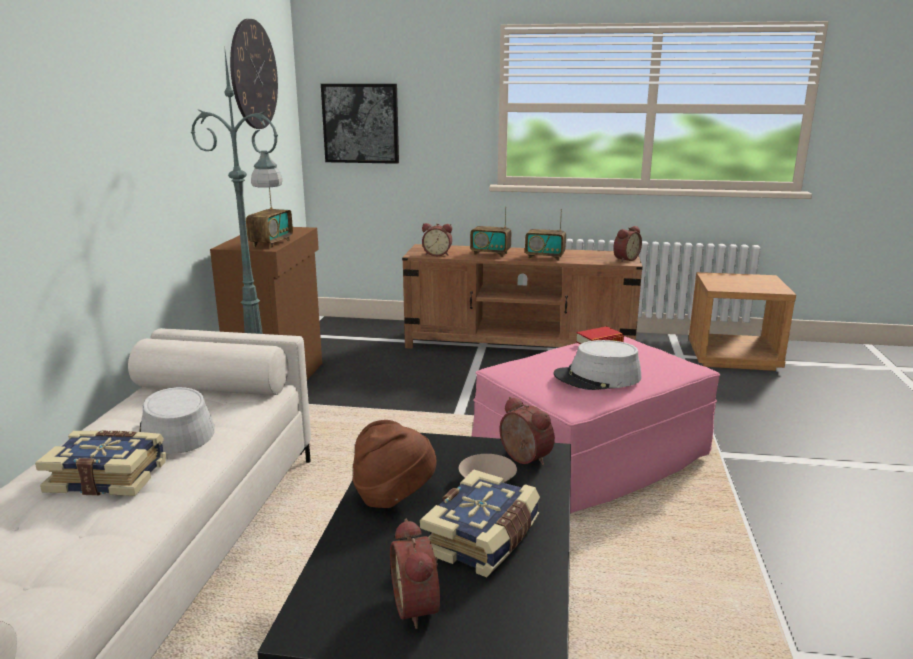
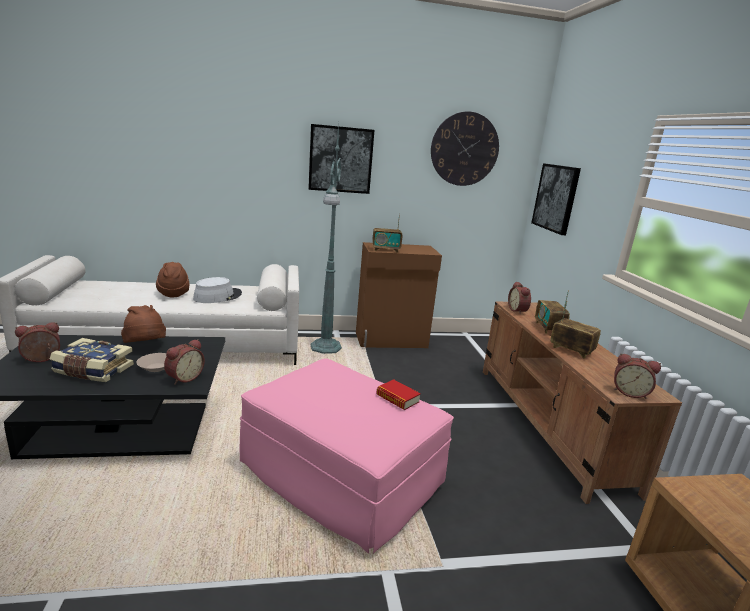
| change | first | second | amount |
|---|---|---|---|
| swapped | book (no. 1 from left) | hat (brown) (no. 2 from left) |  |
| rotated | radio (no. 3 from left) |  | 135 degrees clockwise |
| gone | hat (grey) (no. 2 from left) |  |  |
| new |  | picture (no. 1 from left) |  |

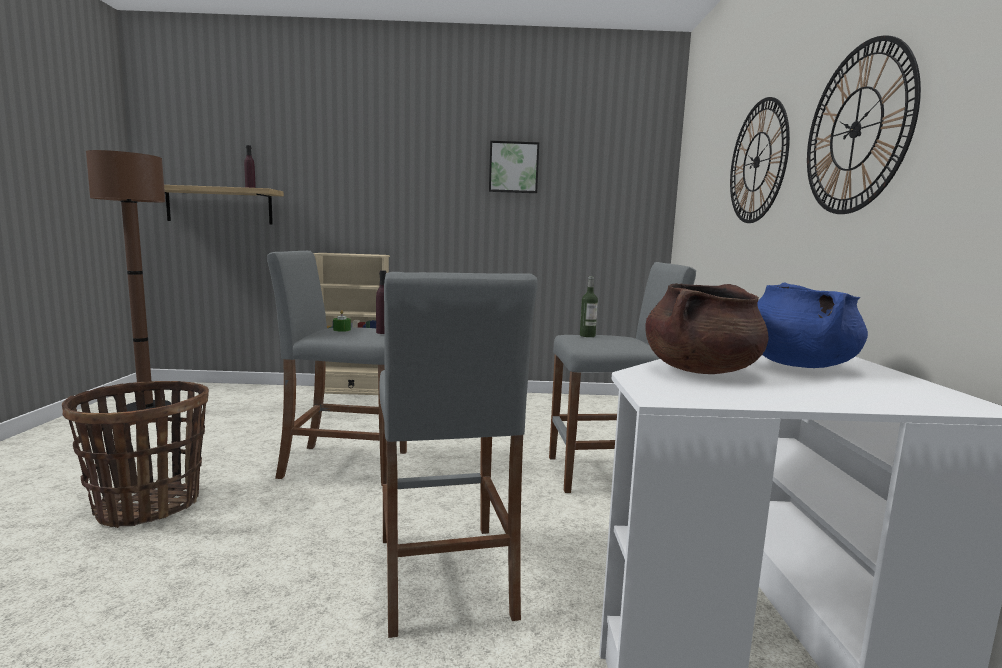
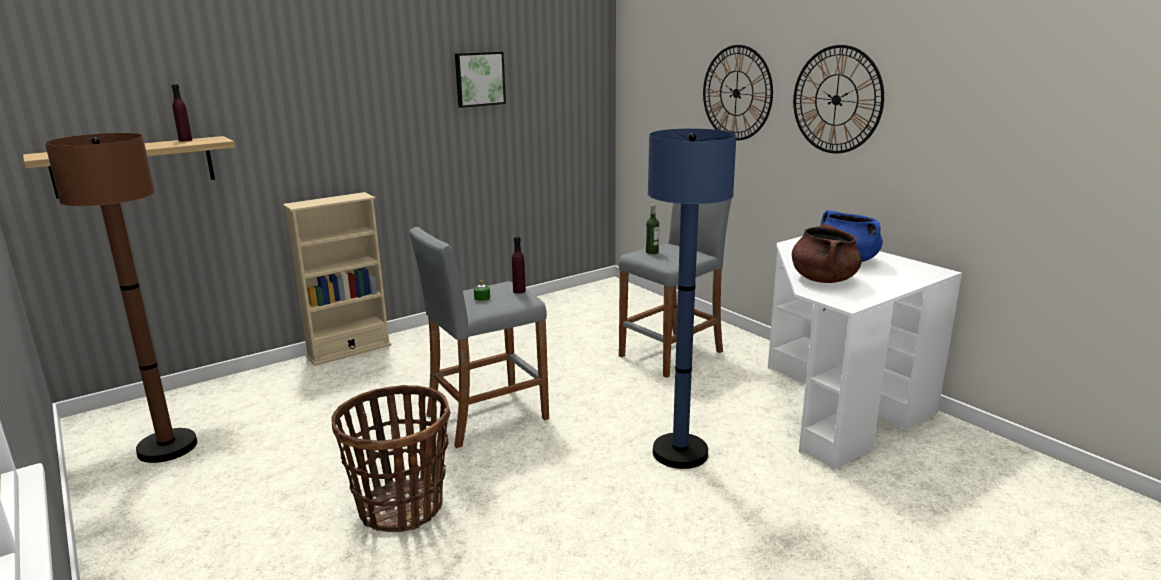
| change | first | second | amount |
|---|---|---|---|
| swapped | stool (grey) (no. 2 from left) | floor lamp (blue) |  |

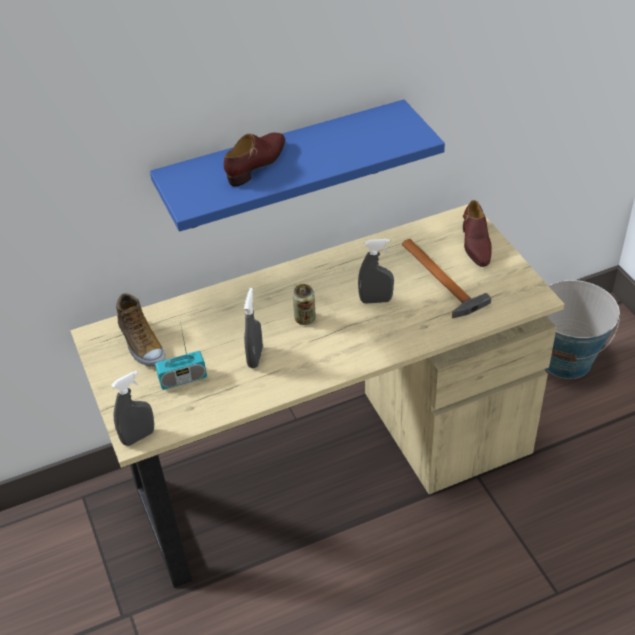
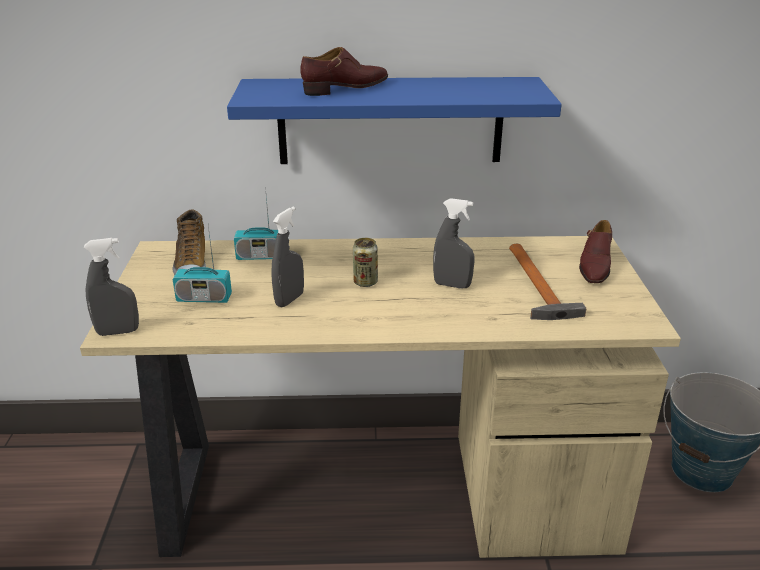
| change | first | second | amount |
|---|---|---|---|
| new |  | radio (no. 2 from left) |  |

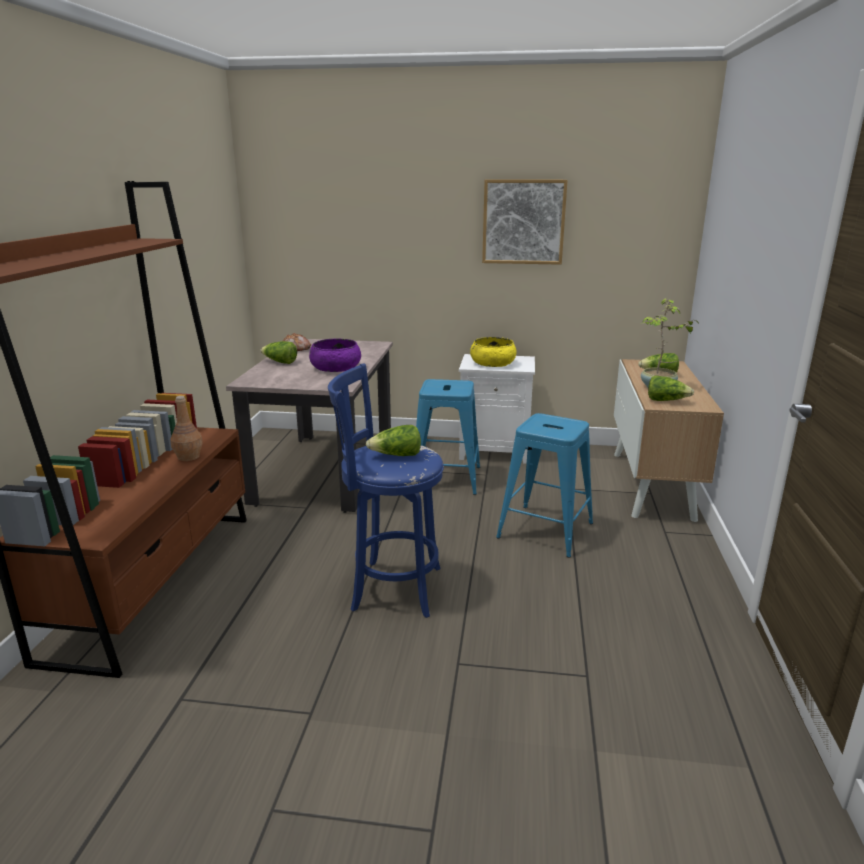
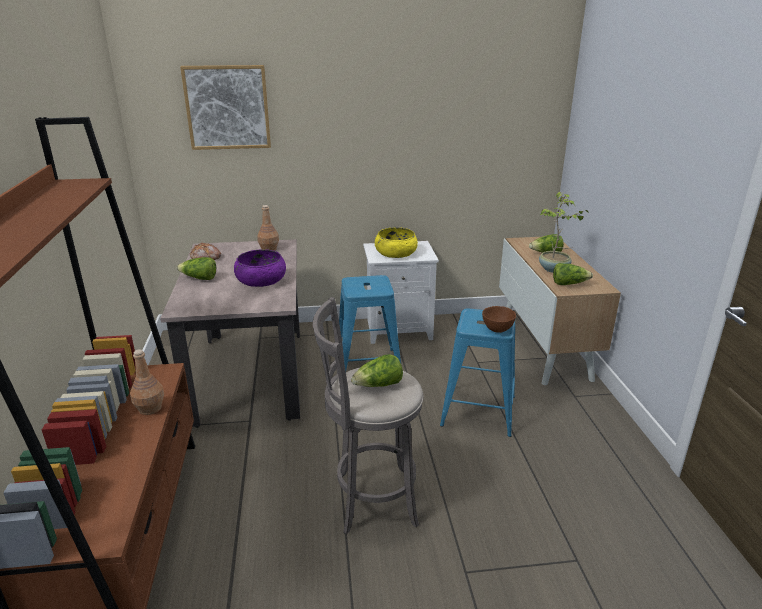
| change | first | second | amount |
|---|---|---|---|
| repainted | stool (blue) (no. 1 from left) | stool (grey) |  |
| shifted | picture |  |  |
| new |  | bottle (brown) (no. 2 from left) |  |
| new |  | bowl (brown) |  |

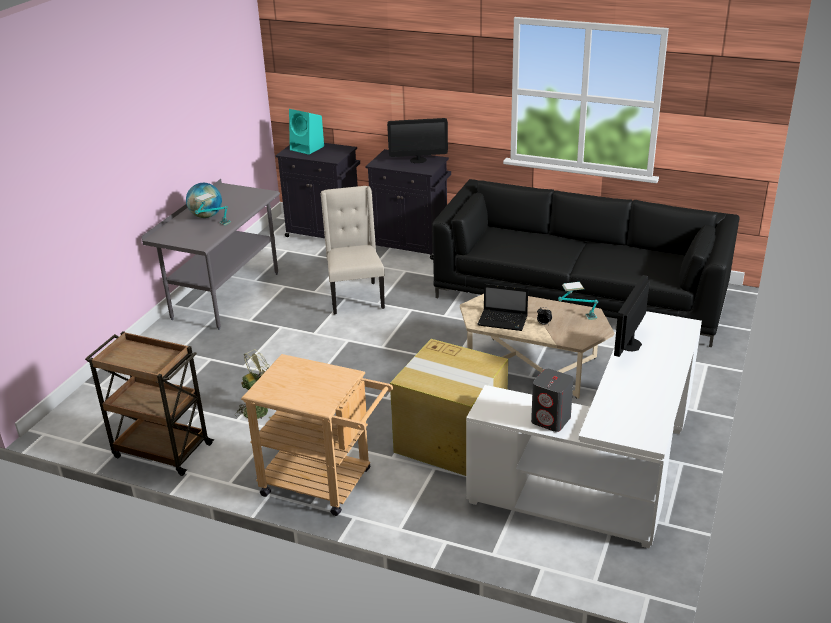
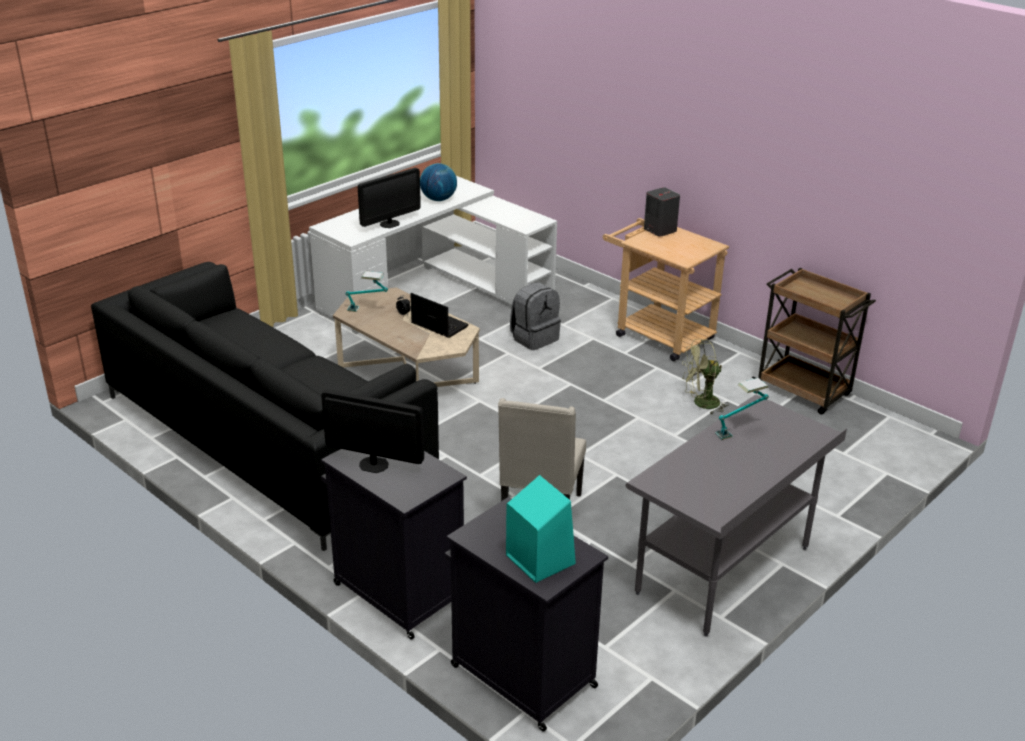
| change | first | second | amount |
|---|---|---|---|
| shifted | globe |  |  |
| swapped | cardboard box | backpack (grey) |  |
| shifted | speaker (grey) |  |  |

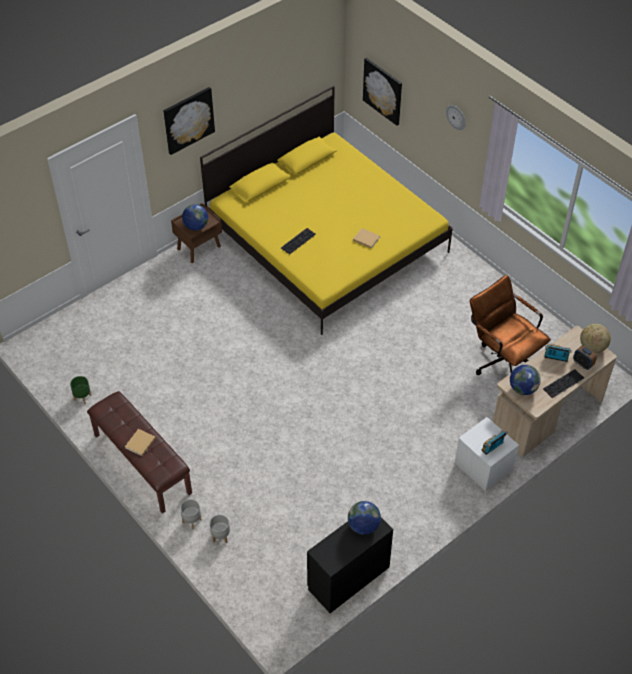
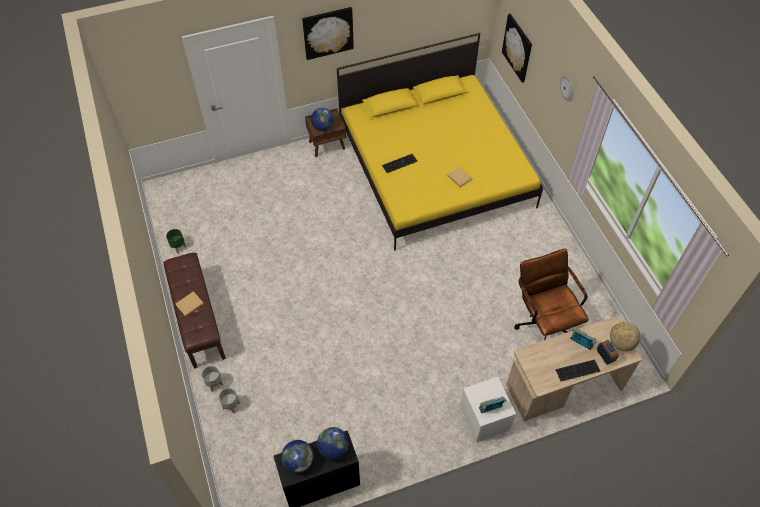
| change | first | second | amount |
|---|---|---|---|
| shifted | globe (no. 3 from left in the first image) | globe (no. 1 from left) |  |

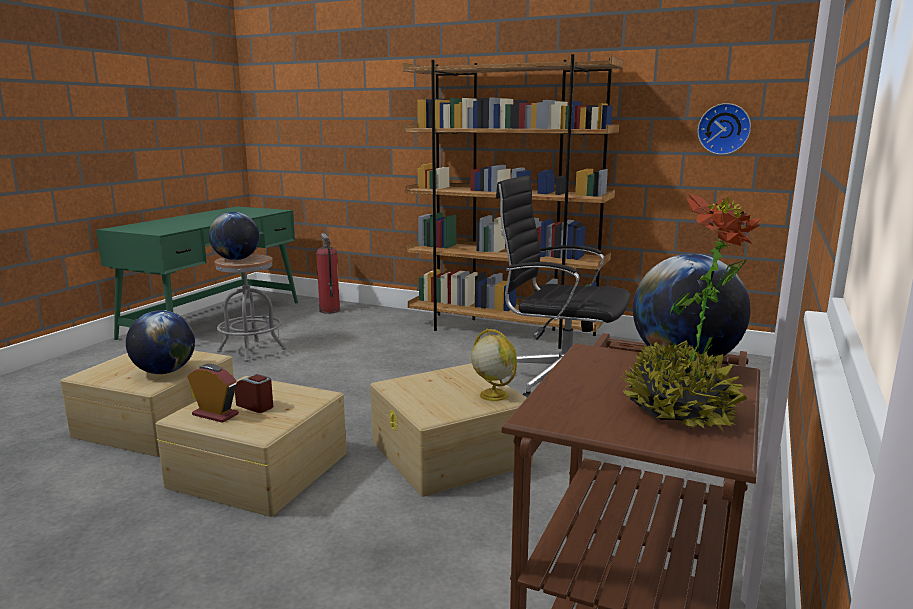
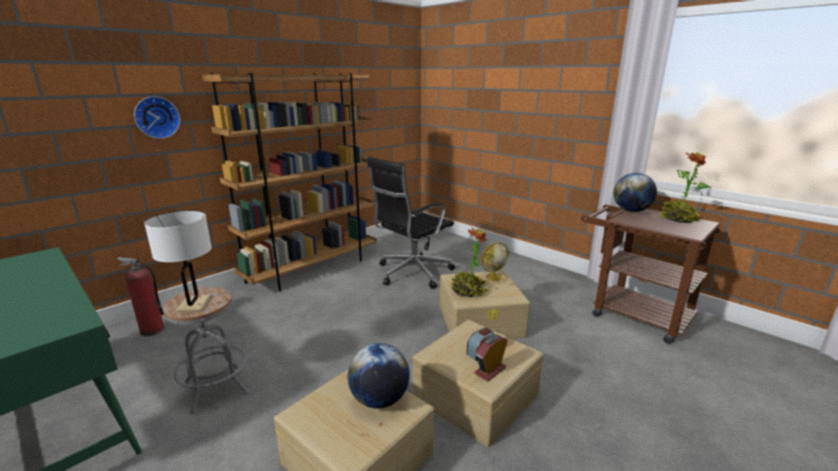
| change | first | second | amount |
|---|---|---|---|
| swapped | globe (no. 2 from left) | table lamp (white) |  |
| shifted | wall clock |  |  |
| new |  | potted plant (no. 1 from left) |  |

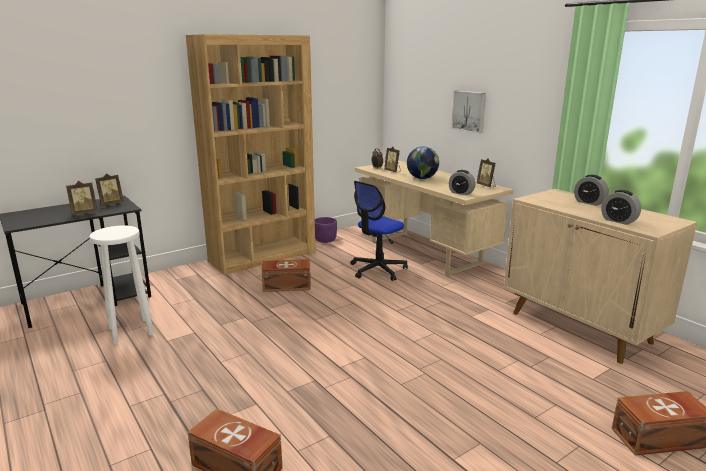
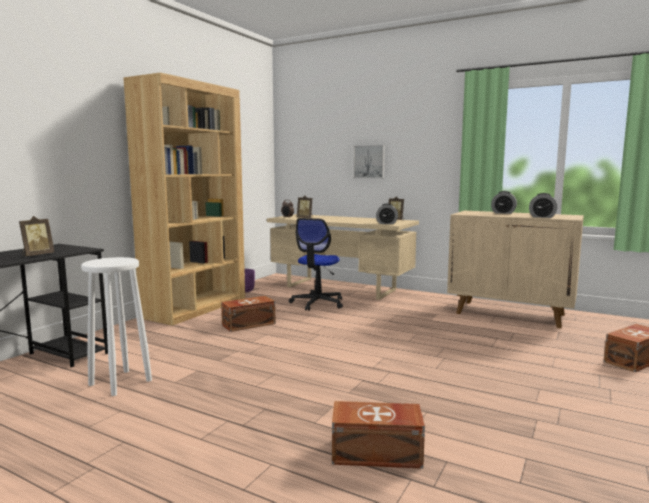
| change | first | second | amount |
|---|---|---|---|
| gone | picture frame (no. 2 from left) |  |  |
| gone | globe |  |  |

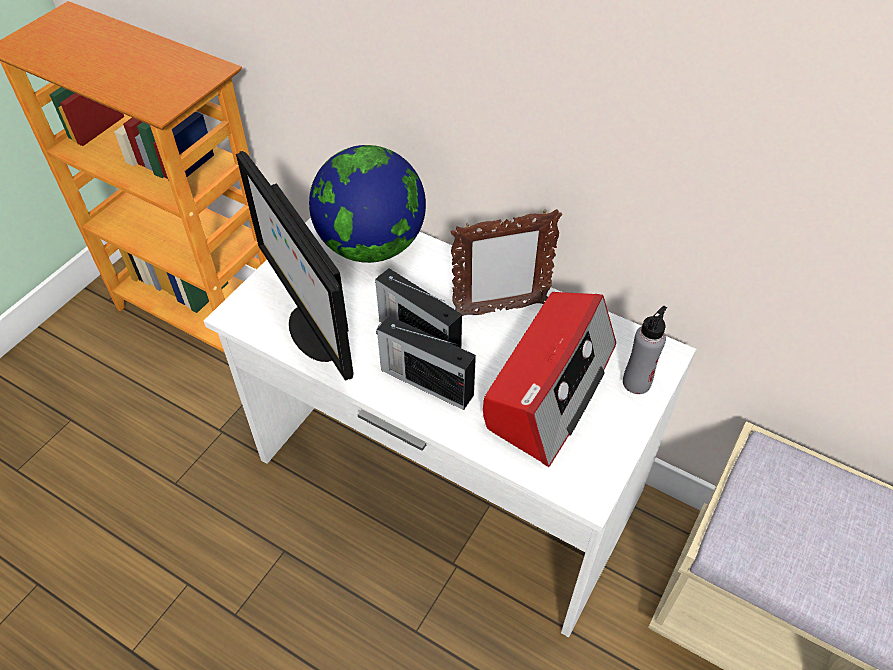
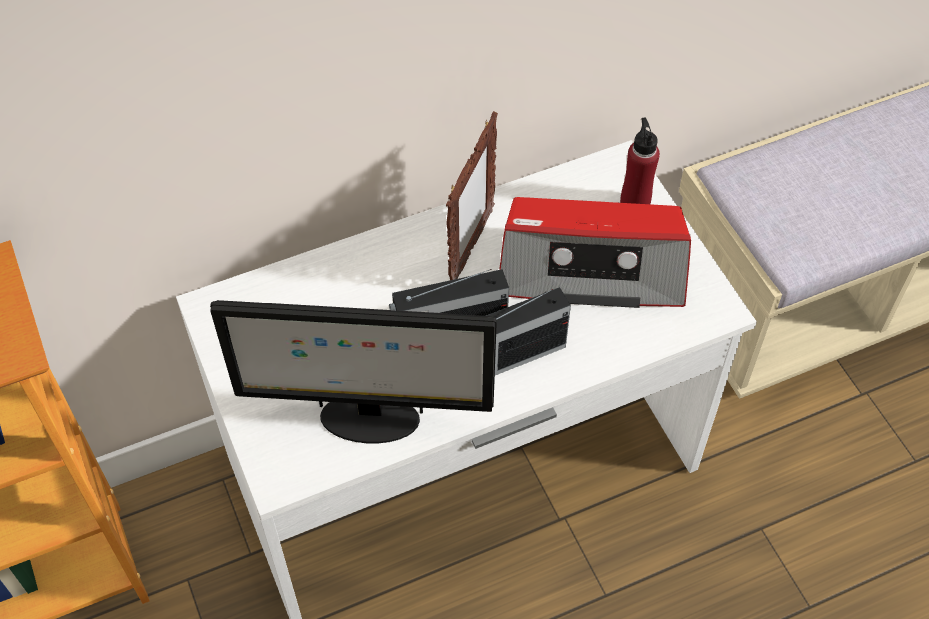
| change | first | second | amount |
|---|---|---|---|
| gone | globe |  |  |
| rotated | radio (no. 3 from left) |  | 120 degrees clockwise |
| repainted | bottle (grey) | bottle (red) |  |

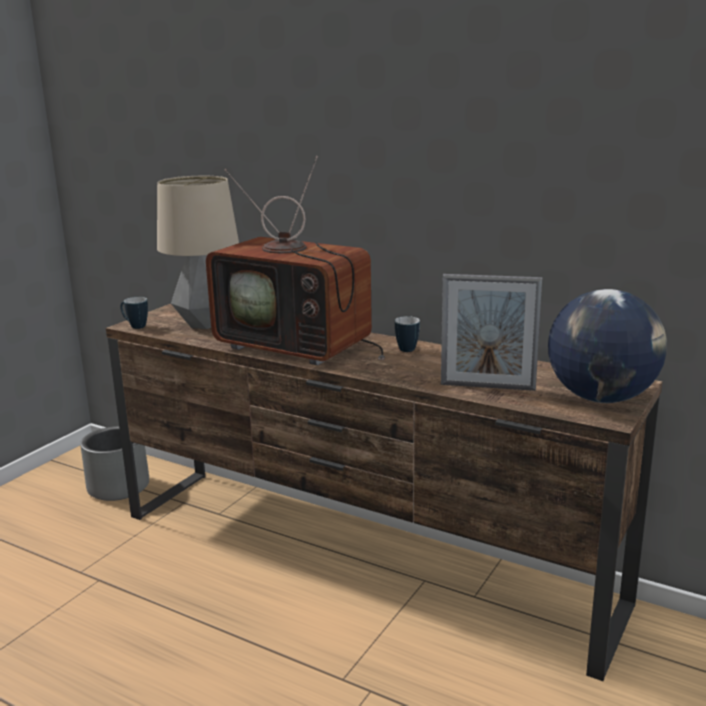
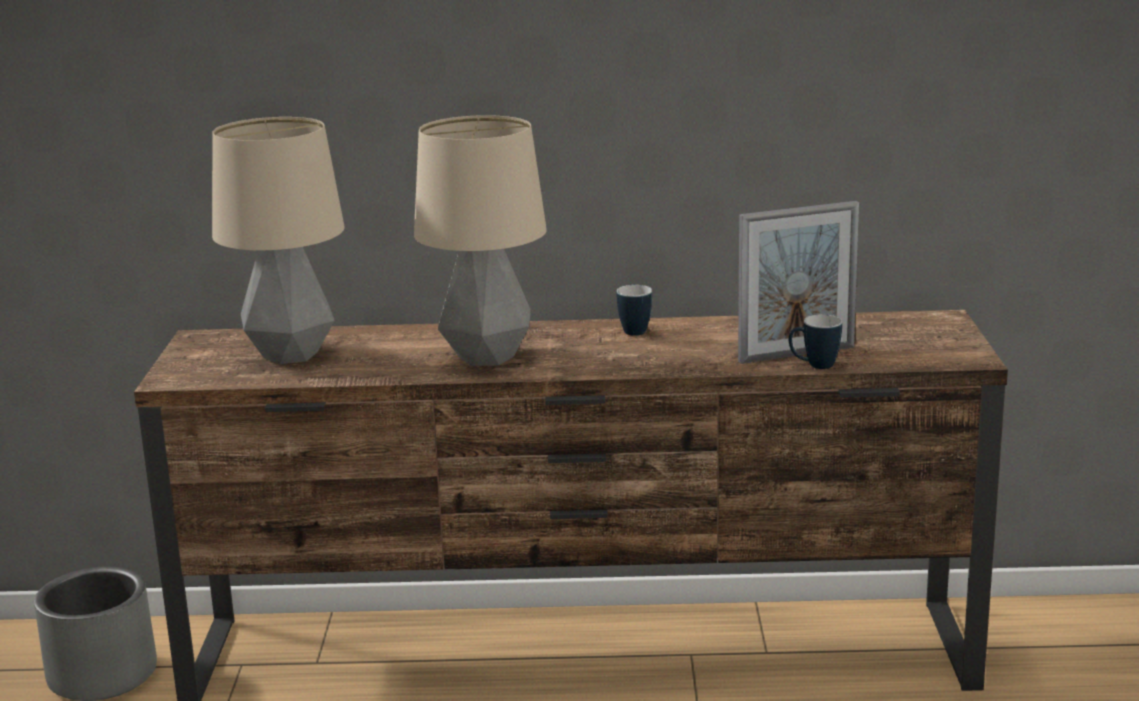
| change | first | second | amount |
|---|---|---|---|
| shifted | mug (no. 1 from left in the first image) | mug (no. 2 from left) |  |
| swapped | television | table lamp (no. 2 from left) |  |
| gone | globe |  |  |

